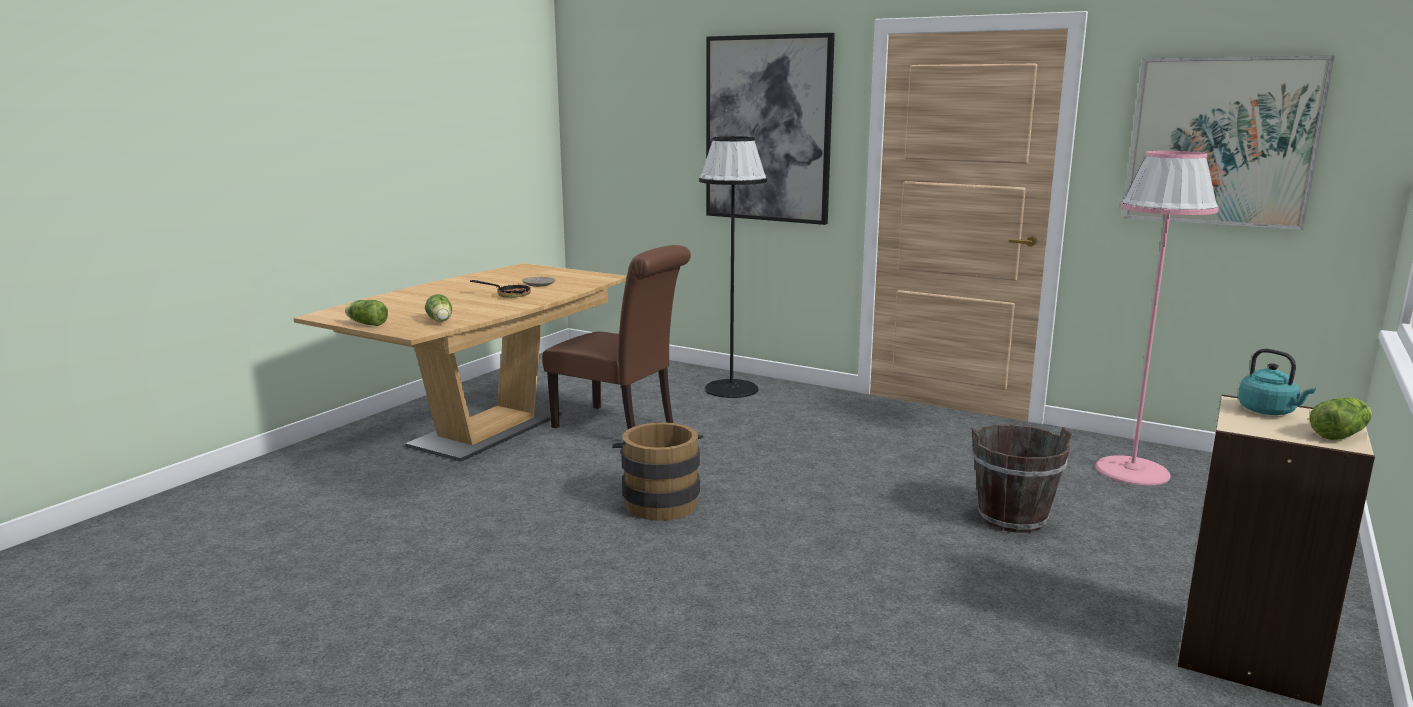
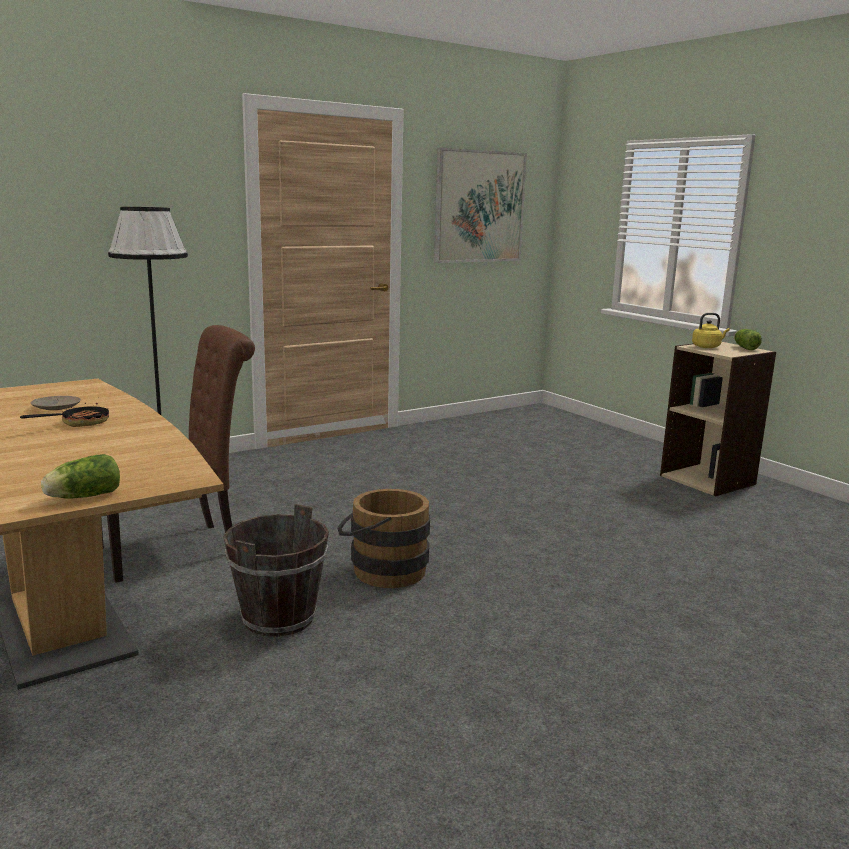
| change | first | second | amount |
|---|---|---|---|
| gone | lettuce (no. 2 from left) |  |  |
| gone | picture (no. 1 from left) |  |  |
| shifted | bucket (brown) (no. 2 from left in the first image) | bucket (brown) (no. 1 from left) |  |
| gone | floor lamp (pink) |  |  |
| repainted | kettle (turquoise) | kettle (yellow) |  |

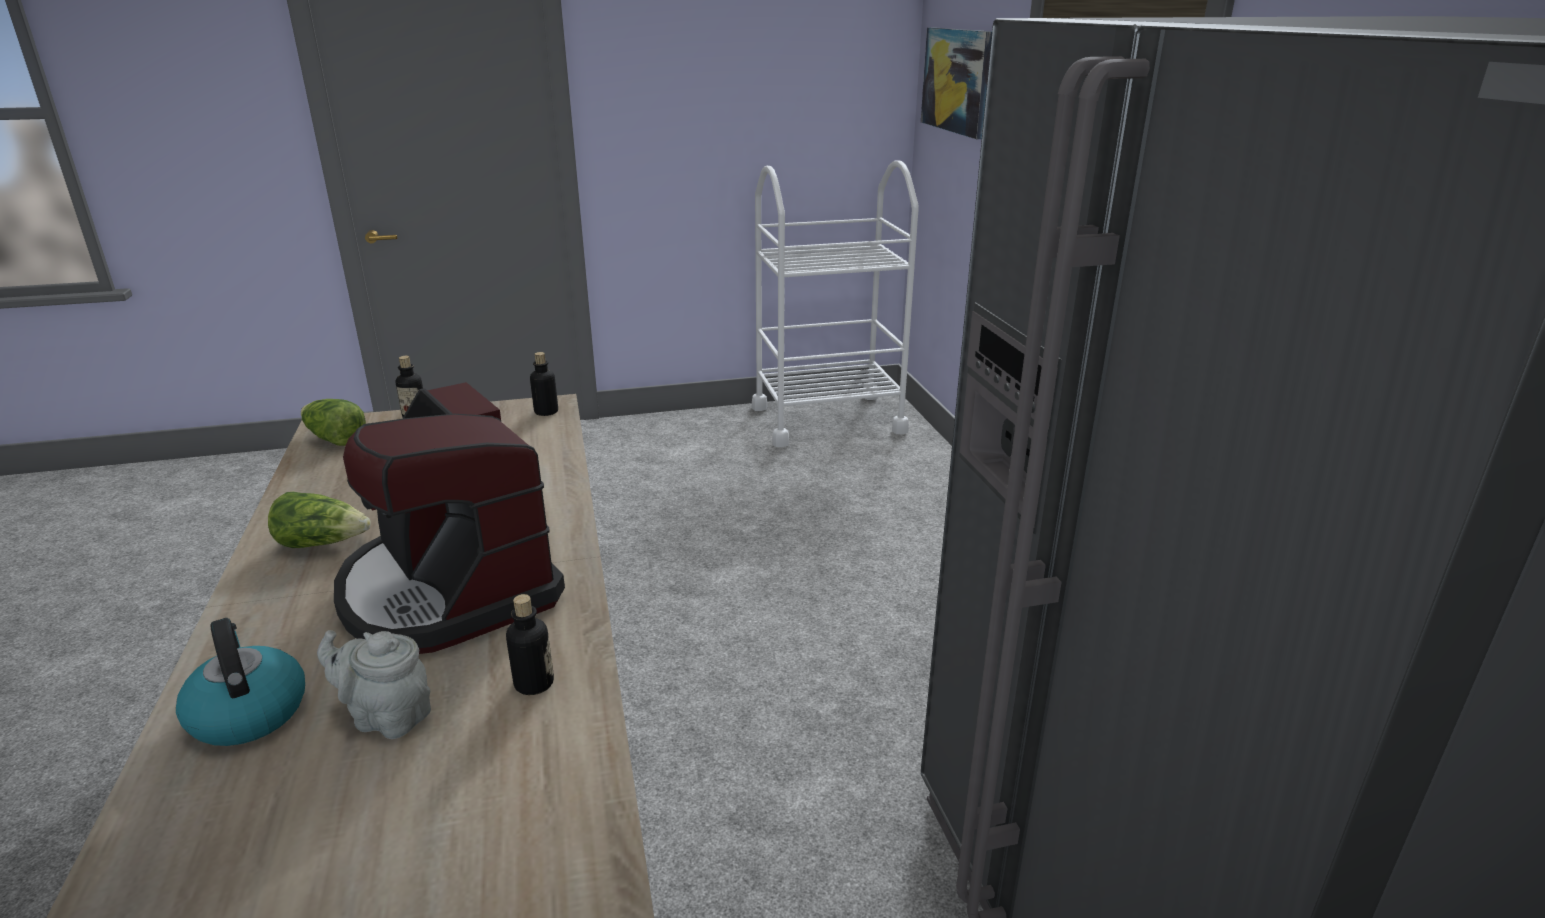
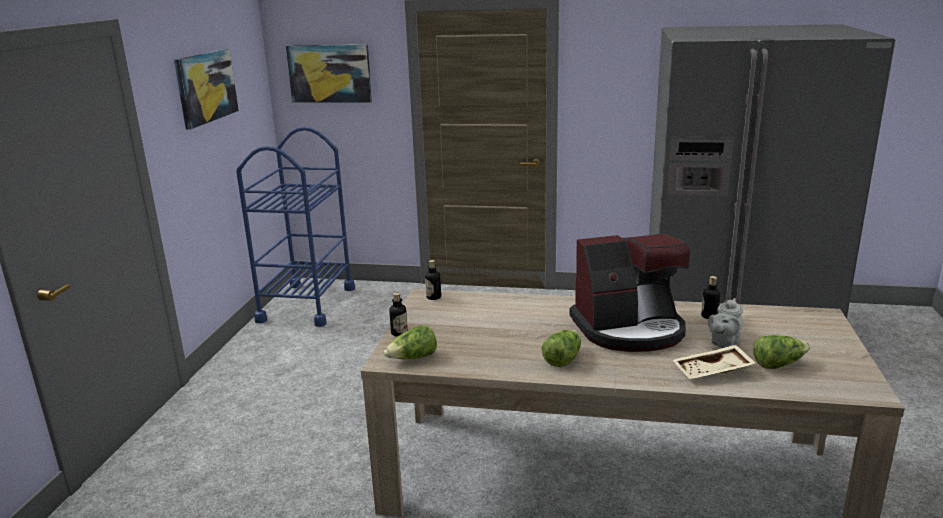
| change | first | second | amount |
|---|---|---|---|
| swapped | kettle | tray (beige) |  |
| repainted | cart (white) | cart (blue) |  |
| new |  | picture (no. 1 from left) |  |
| new |  | lettuce (no. 3 from left) |  |

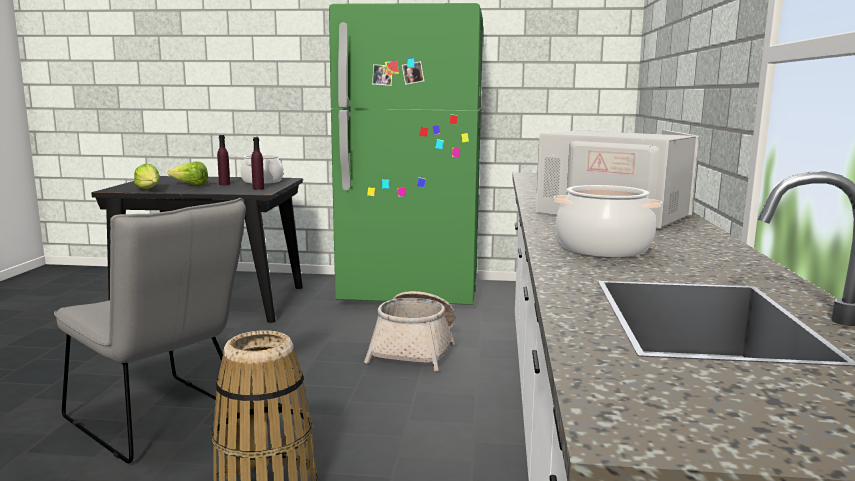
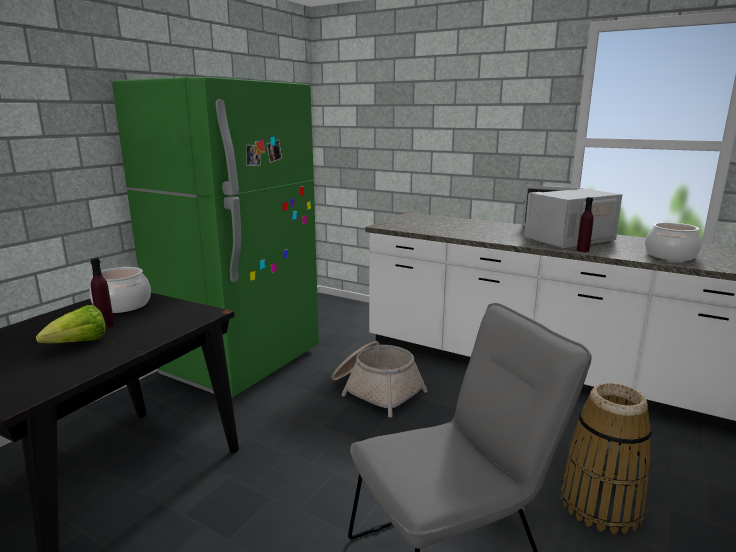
| change | first | second | amount |
|---|---|---|---|
| gone | lettuce (no. 1 from left) |  |  |
| shifted | bottle (purple) (no. 2 from left) |  |  |

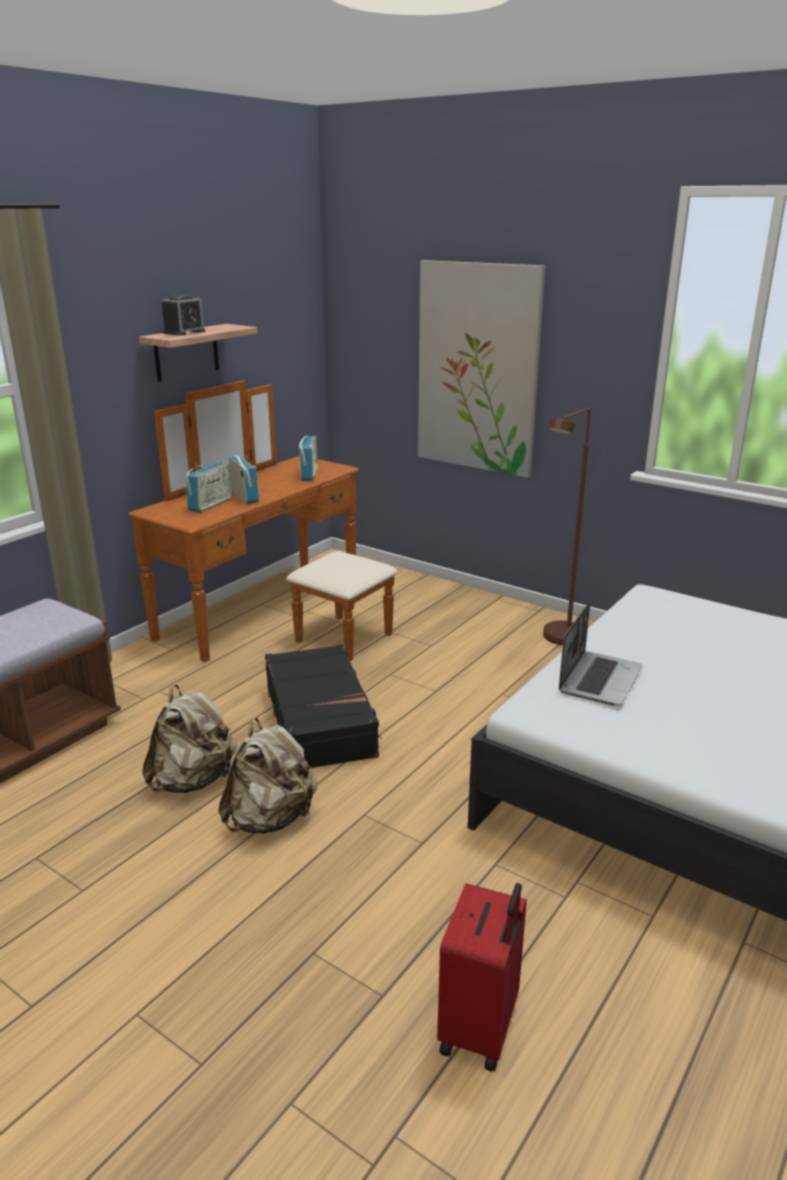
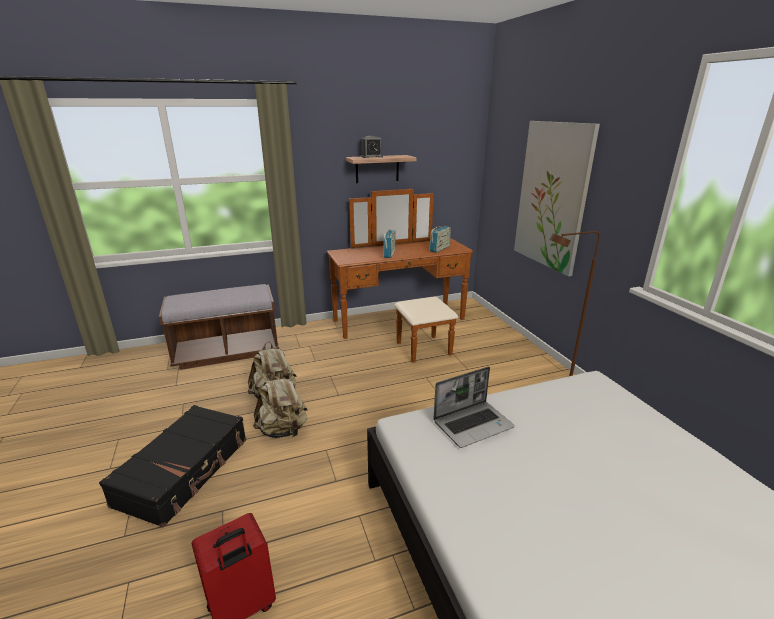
| change | first | second | amount |
|---|---|---|---|
| gone | radio (no. 1 from left) |  |  |
| shifted | suitcase (black) |  |  |

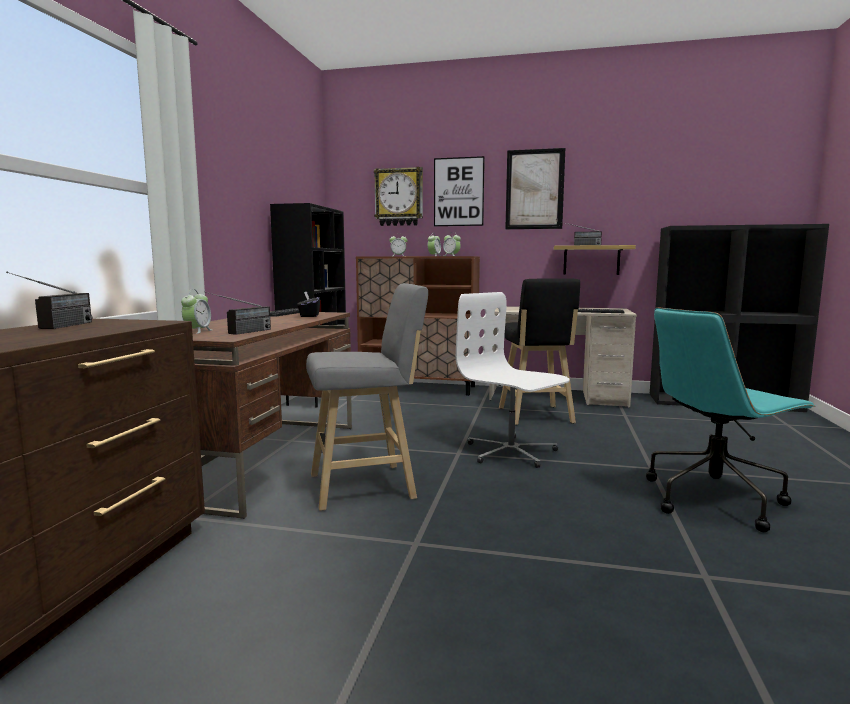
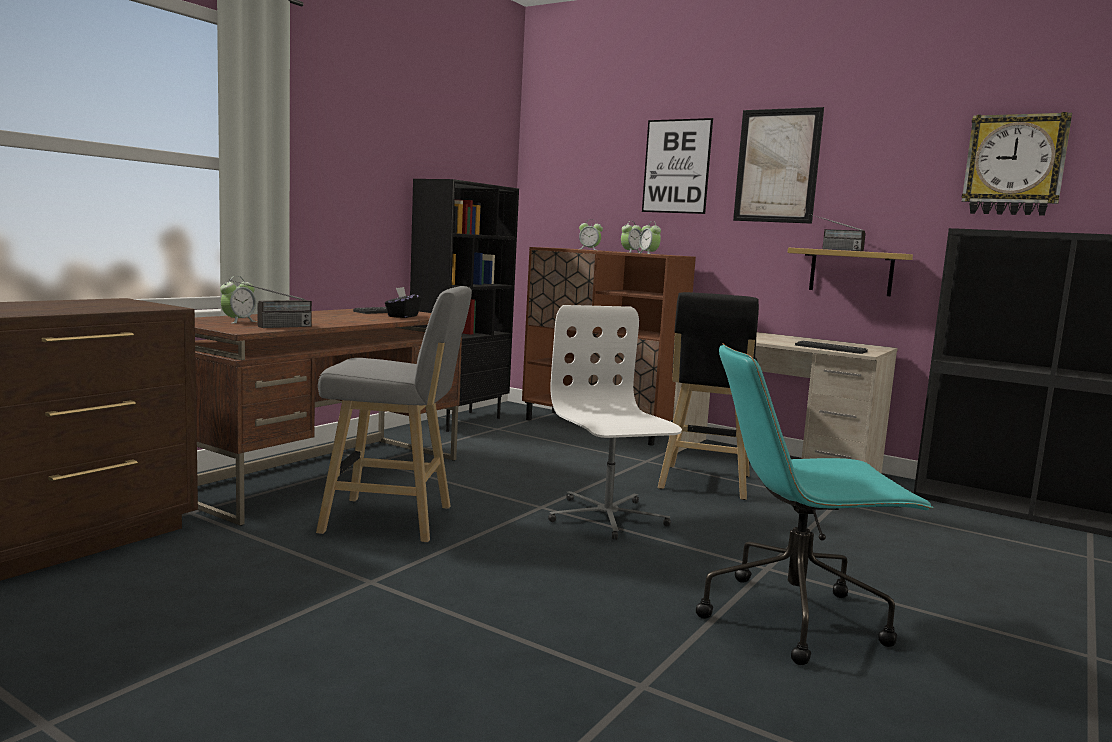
| change | first | second | amount |
|---|---|---|---|
| gone | radio (no. 1 from left) |  |  |
| shifted | wall clock |  |  |

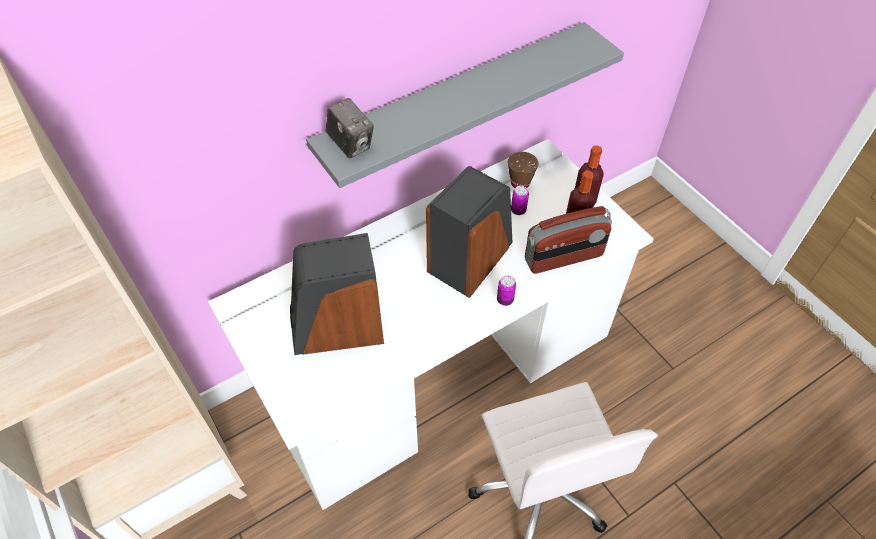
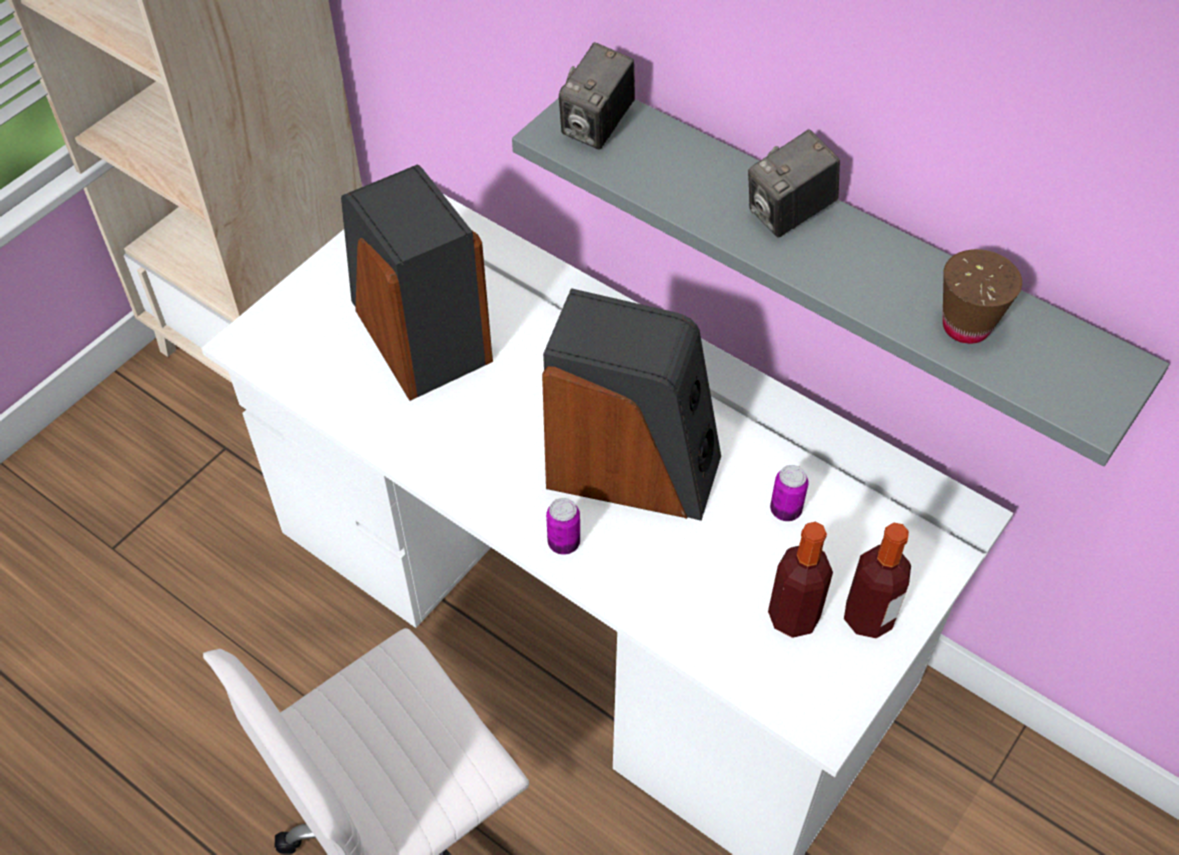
| change | first | second | amount |
|---|---|---|---|
| shifted | cup (brown) |  |  |
| gone | radio |  |  |
| new |  | photo camera (no. 2 from left) |  |

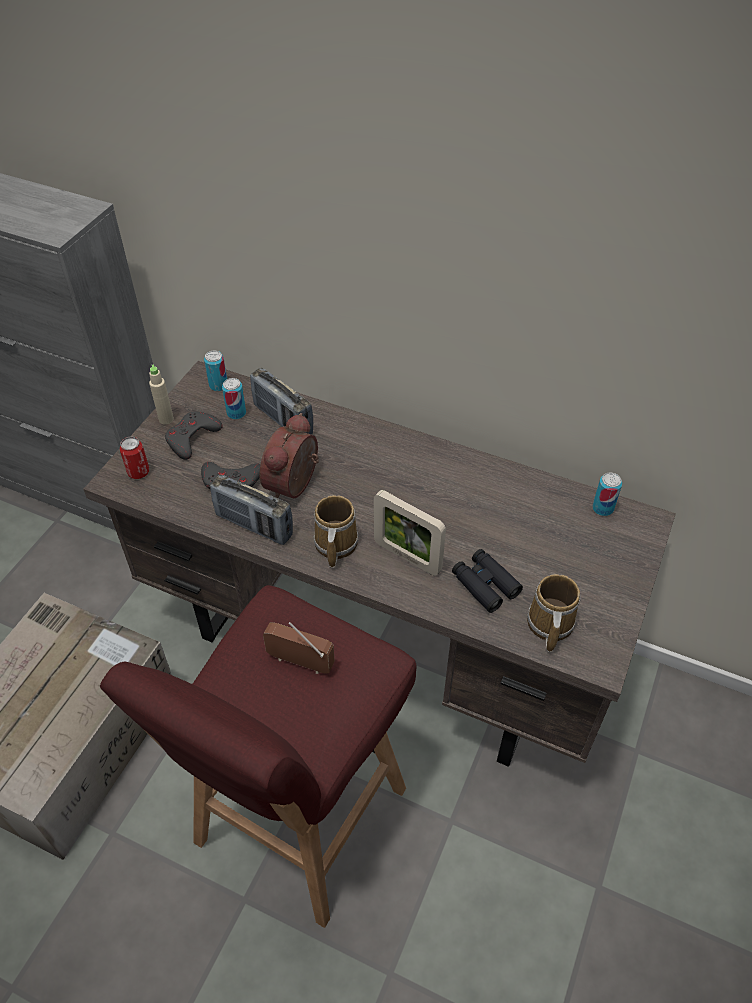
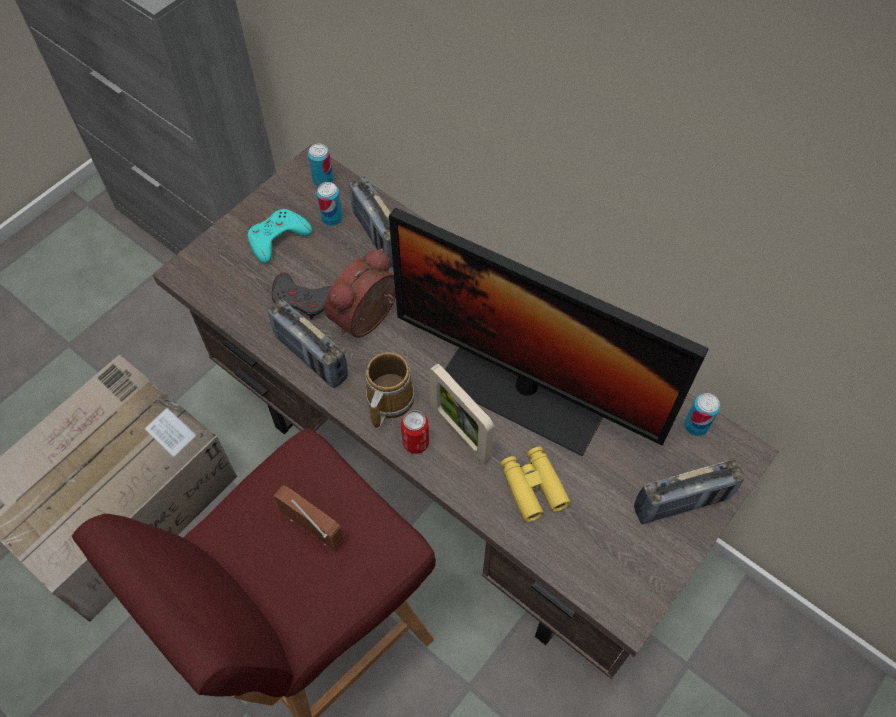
| change | first | second | amount |
|---|---|---|---|
| shifted | can (no. 1 from left in the first image) | can (no. 3 from left) |  |
| gone | bottle (beige) |  |  |
| repainted | game controller (grey) (no. 1 from left) | game controller (turquoise) |  |
| repainted | binoculars (black) | binoculars (yellow) |  |
| gone | mug (no. 2 from left) |  |  |
| new |  | monitor |  |
| new |  | radio (no. 4 from left) |  |

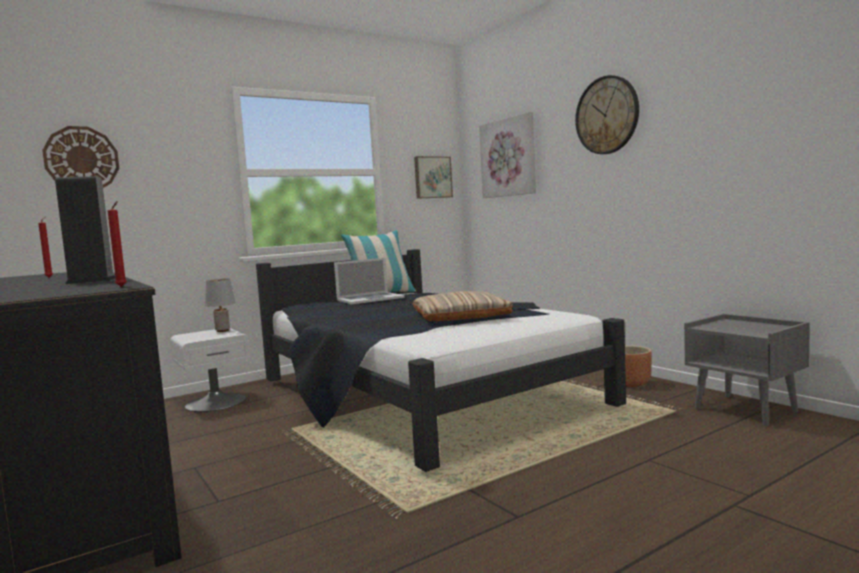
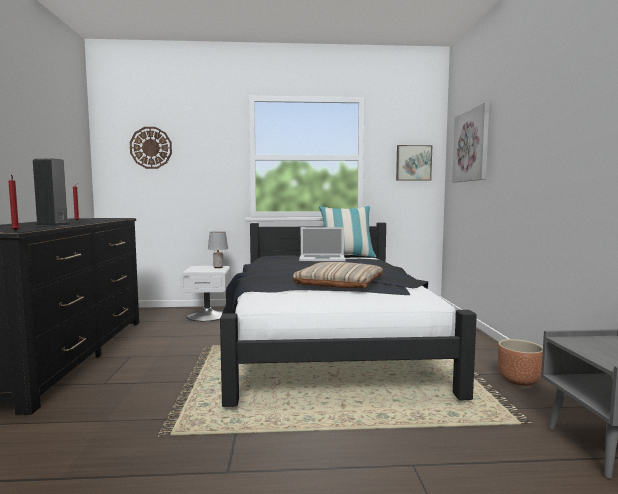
| change | first | second | amount |
|---|---|---|---|
| gone | wall clock (no. 2 from left) |  |  |

